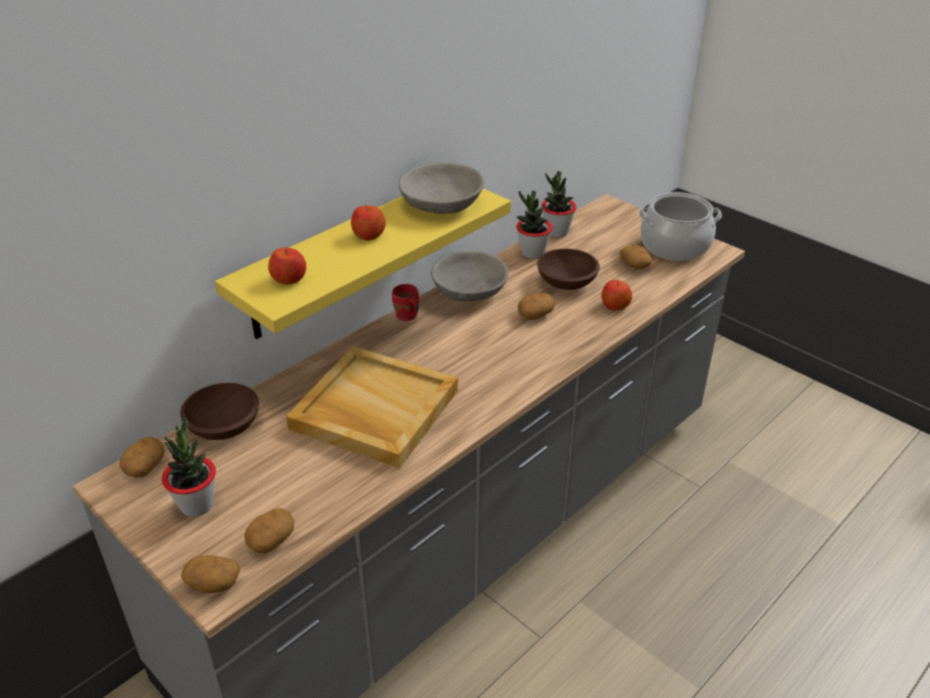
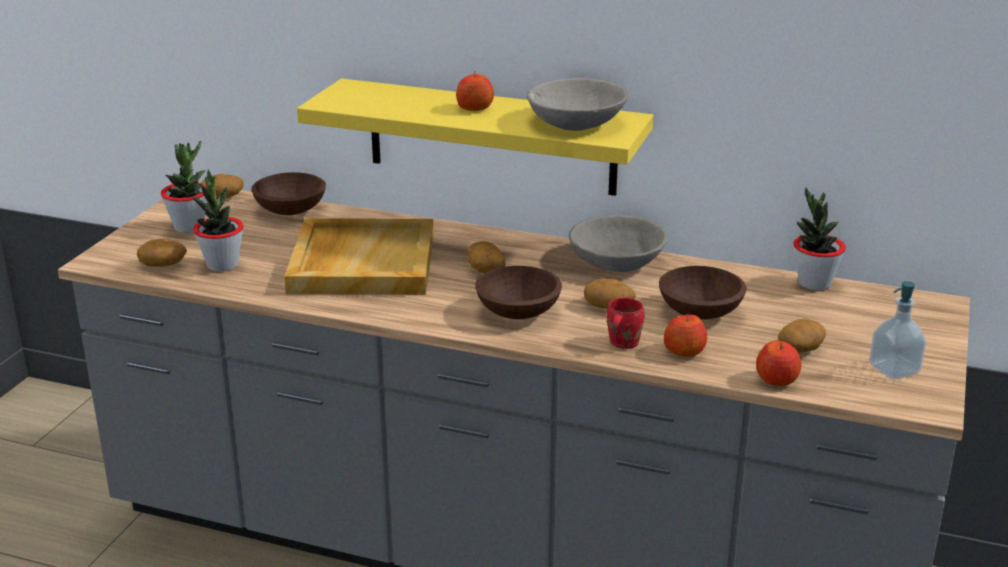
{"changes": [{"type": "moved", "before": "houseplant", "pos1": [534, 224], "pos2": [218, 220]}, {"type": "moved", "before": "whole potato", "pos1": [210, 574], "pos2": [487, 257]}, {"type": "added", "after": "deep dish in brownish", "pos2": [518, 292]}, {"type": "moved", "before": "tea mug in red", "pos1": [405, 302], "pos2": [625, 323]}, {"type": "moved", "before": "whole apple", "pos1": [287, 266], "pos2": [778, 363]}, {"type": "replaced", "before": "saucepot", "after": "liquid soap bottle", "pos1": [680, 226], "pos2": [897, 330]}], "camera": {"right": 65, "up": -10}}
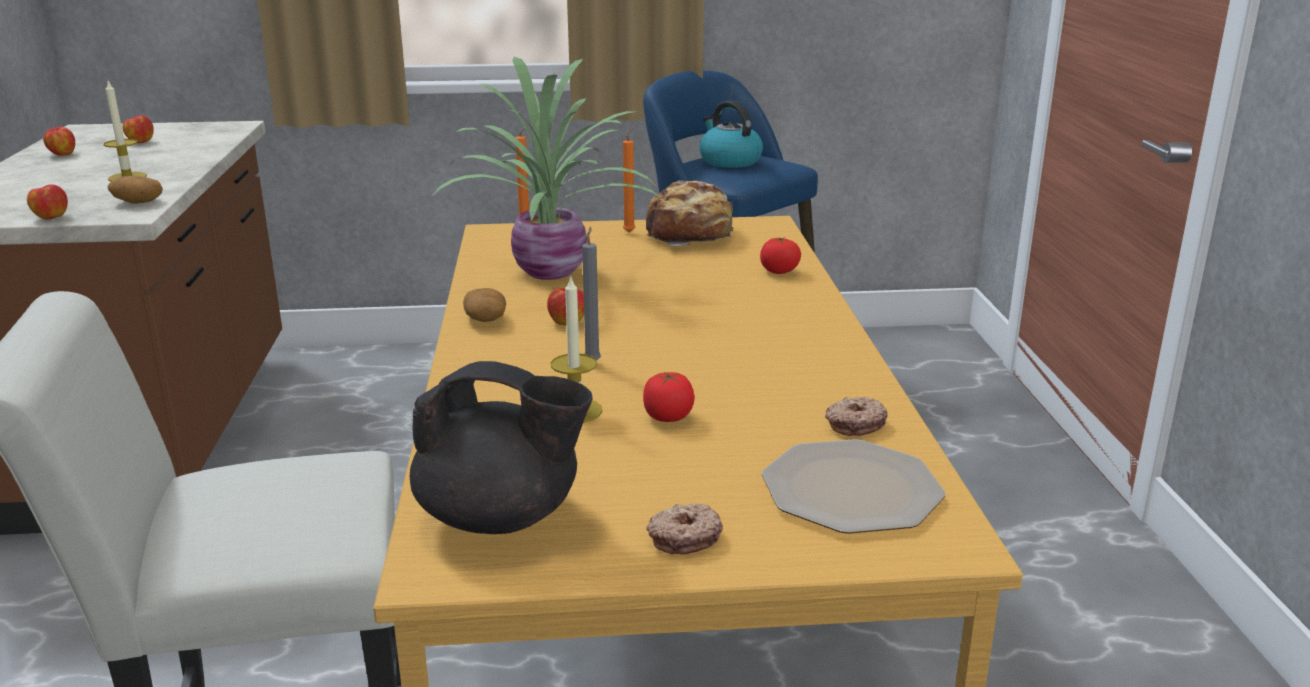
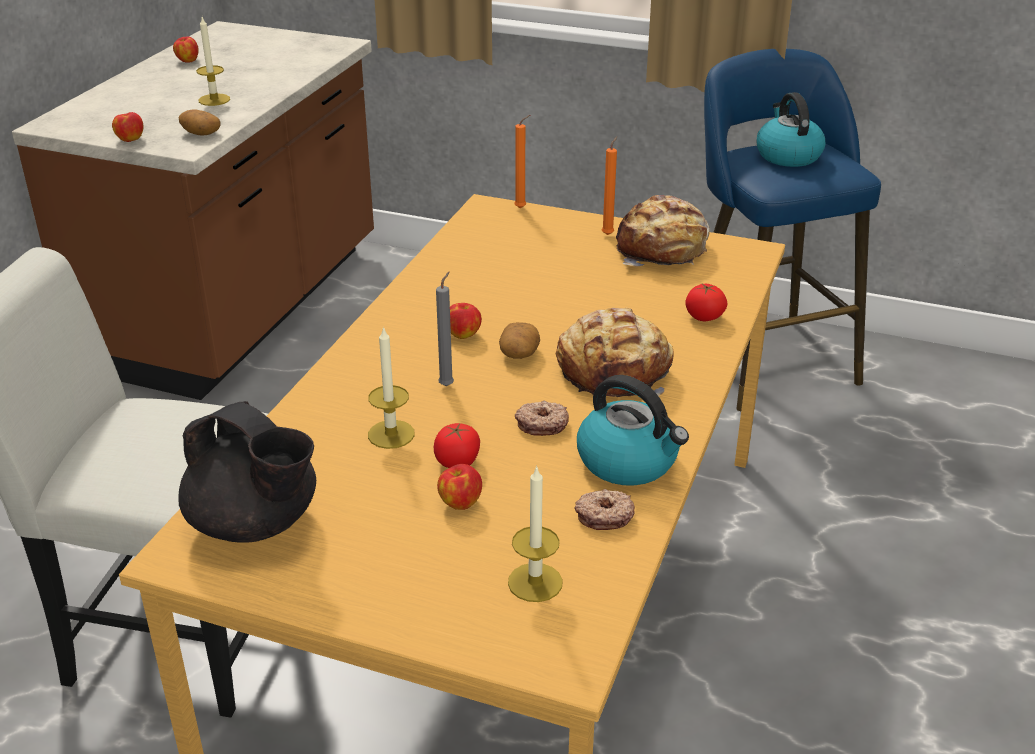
{"changes": [{"type": "moved", "before": "whole apple", "pos1": [138, 129], "pos2": [459, 487]}, {"type": "moved", "before": "whole potato", "pos1": [484, 305], "pos2": [519, 340]}, {"type": "replaced", "before": "plate", "after": "wax candle", "pos1": [853, 486], "pos2": [535, 533]}, {"type": "moved", "before": "doughnut", "pos1": [684, 529], "pos2": [542, 418]}, {"type": "added", "after": "bread", "pos2": [615, 352]}, {"type": "added", "after": "water kettle", "pos2": [633, 430]}, {"type": "removed", "before": "houseplant", "pos1": [546, 168]}], "camera": {"right": 25, "up": 10}}
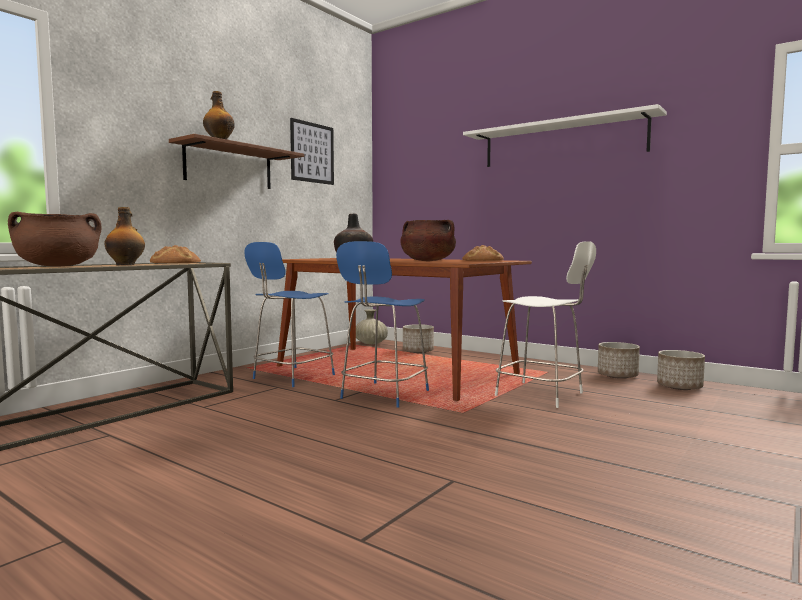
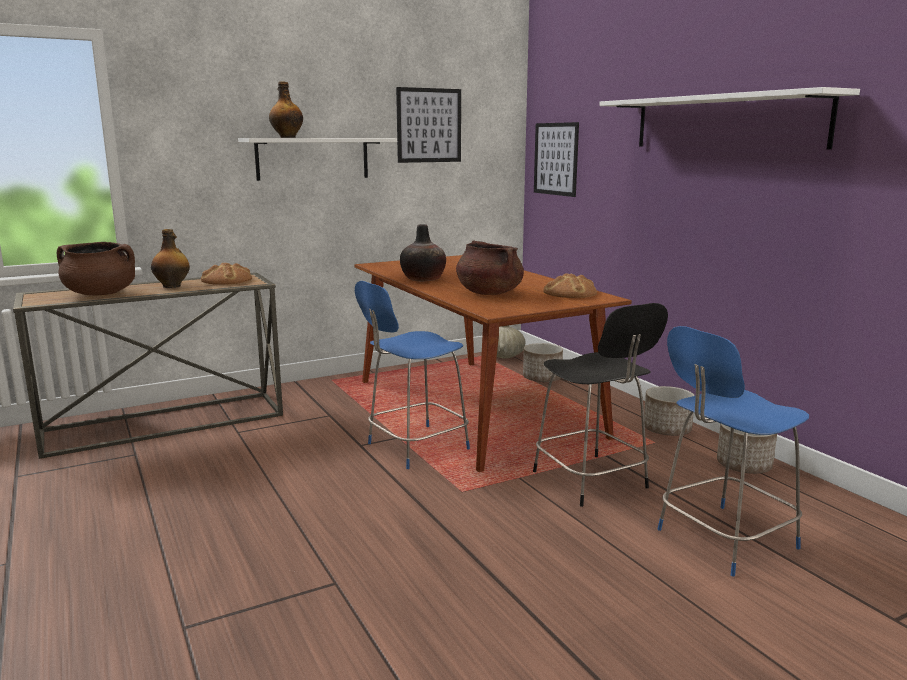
{"changes": [{"type": "recoloured", "before": "bracket shelf in brownish", "after": "bracket shelf in white-coloured", "pos1": [236, 161], "pos2": [317, 159]}, {"type": "recoloured", "before": "plain chair in white-coloured", "after": "plain chair in black", "pos1": [545, 324], "pos2": [600, 405]}, {"type": "added", "after": "wall picture", "pos2": [556, 159]}, {"type": "moved", "before": "planter", "pos1": [681, 370], "pos2": [669, 411]}, {"type": "moved", "before": "plain chair in bluish", "pos1": [289, 314], "pos2": [733, 451]}], "camera": {"right": 25, "up": 10}}
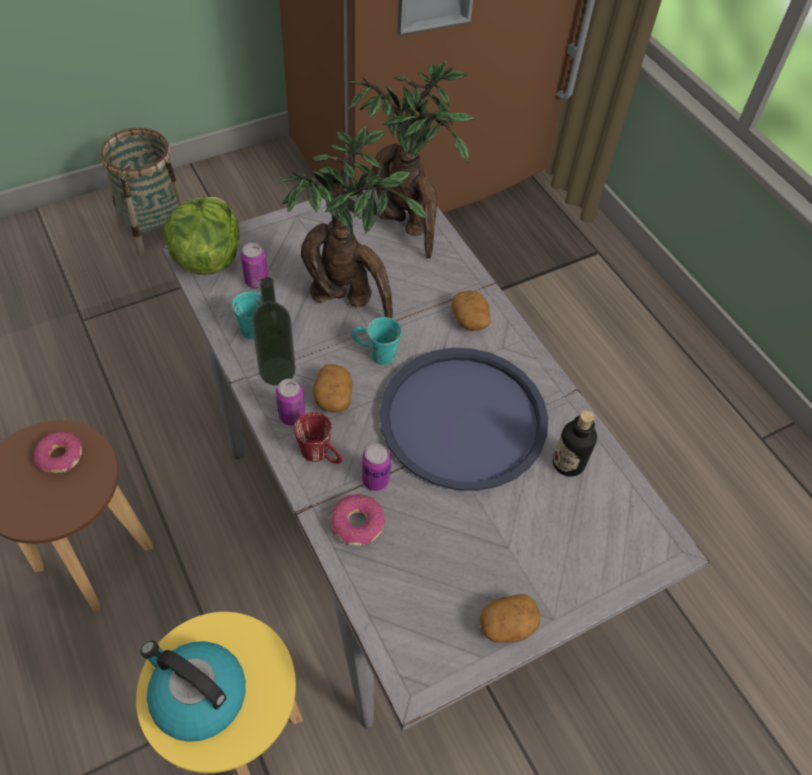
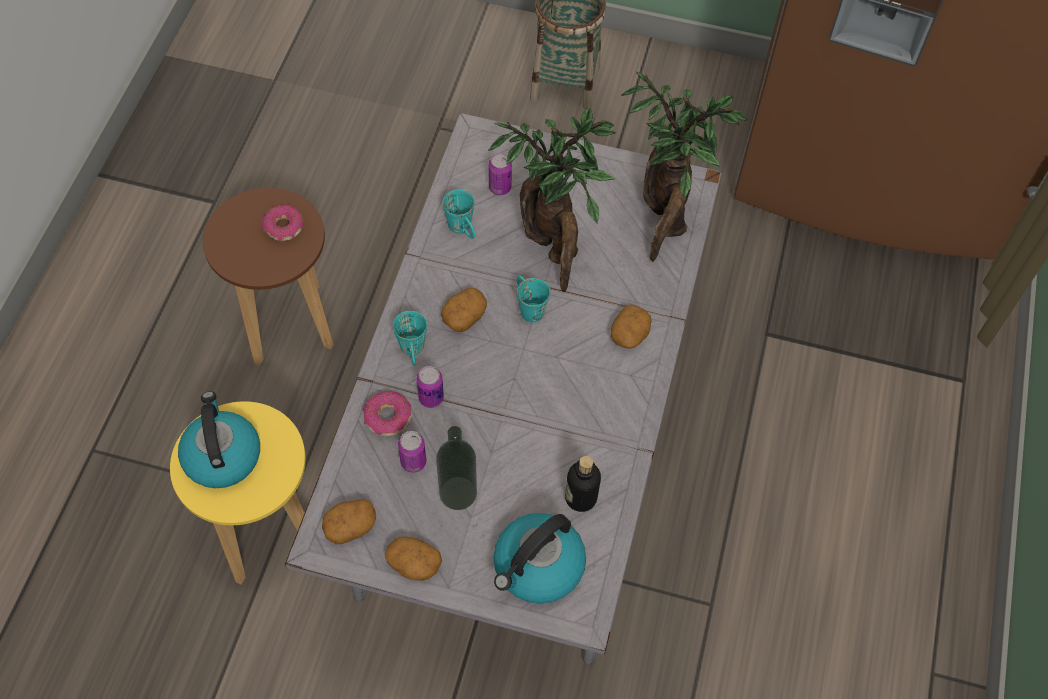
{"changes": [{"type": "added", "after": "whole potato", "pos2": [349, 521]}, {"type": "recoloured", "before": "tea mug in red", "after": "tea mug in turquoise-coloured", "pos1": [318, 438], "pos2": [410, 338]}, {"type": "moved", "before": "can", "pos1": [290, 402], "pos2": [412, 452]}, {"type": "moved", "before": "drink bottle", "pos1": [273, 331], "pos2": [456, 468]}, {"type": "added", "after": "water kettle", "pos2": [539, 558]}, {"type": "removed", "before": "lettuce head", "pos1": [201, 236]}, {"type": "removed", "before": "carrying tray in bluish", "pos1": [463, 419]}], "camera": {"right": 45, "up": 5}}
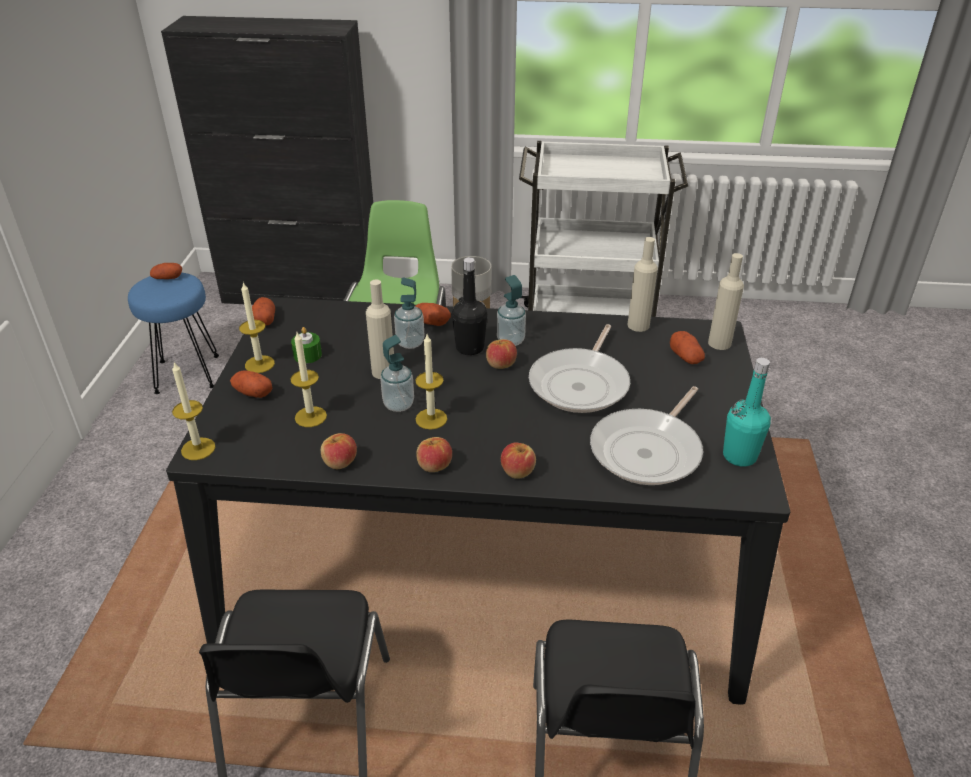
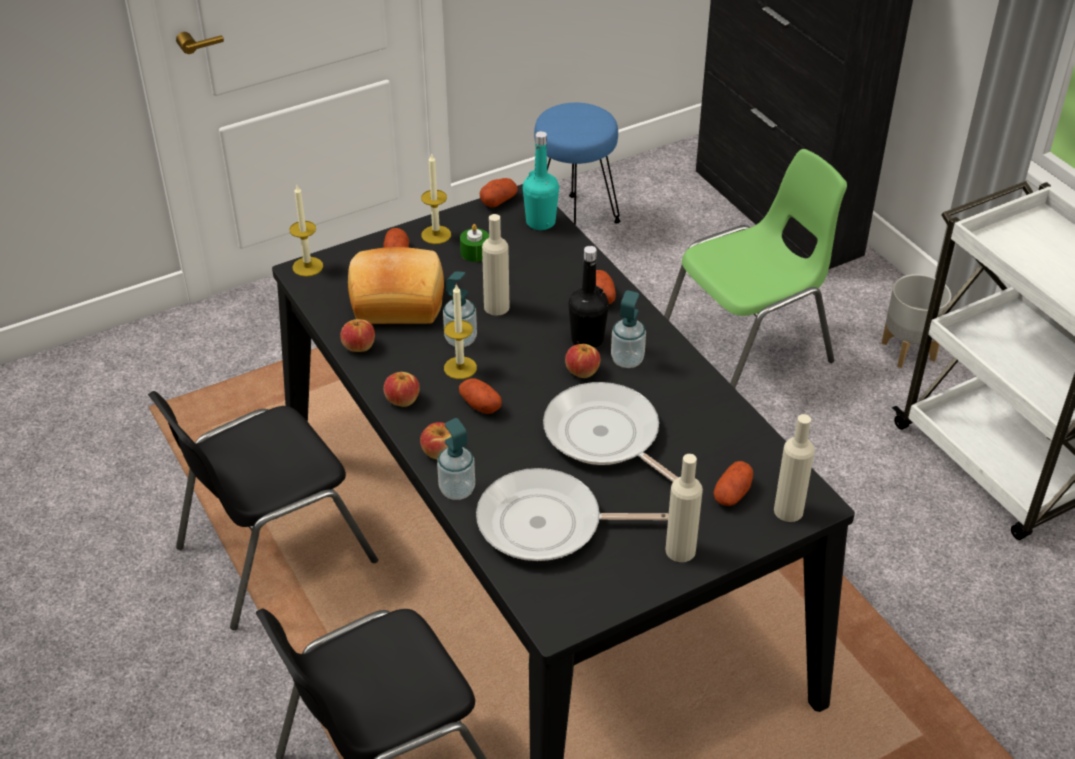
{"changes": [{"type": "replaced", "before": "wax candle", "after": "bread", "pos1": [308, 379], "pos2": [396, 285]}, {"type": "moved", "before": "liquid soap bottle", "pos1": [409, 313], "pos2": [456, 459]}, {"type": "moved", "before": "whole potato", "pos1": [166, 271], "pos2": [480, 396]}, {"type": "moved", "before": "drink bottle in turquoise-coloured", "pos1": [747, 412], "pos2": [541, 180]}, {"type": "turned", "before": "frying pan", "pos1": [579, 368], "pos2": [610, 432], "turn": 60}, {"type": "moved", "before": "drink bottle in beige", "pos1": [642, 284], "pos2": [684, 508]}], "camera": {"right": 55, "up": 5}}
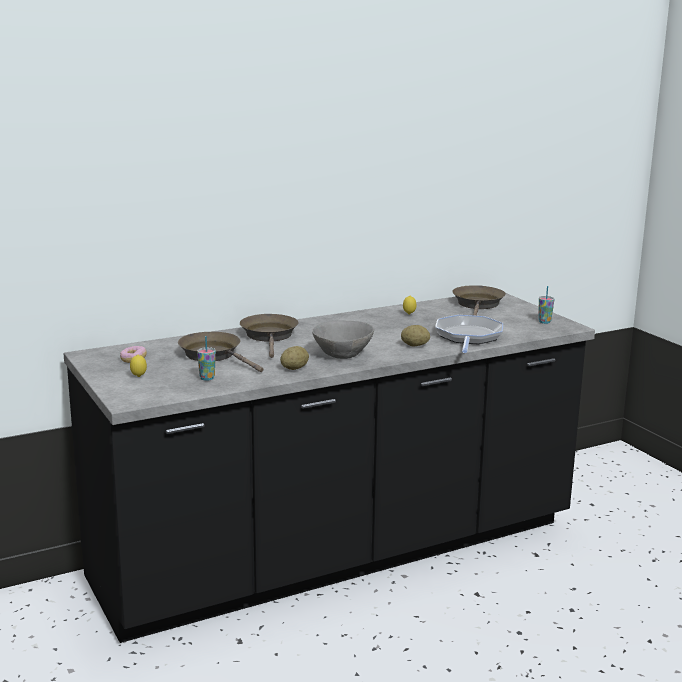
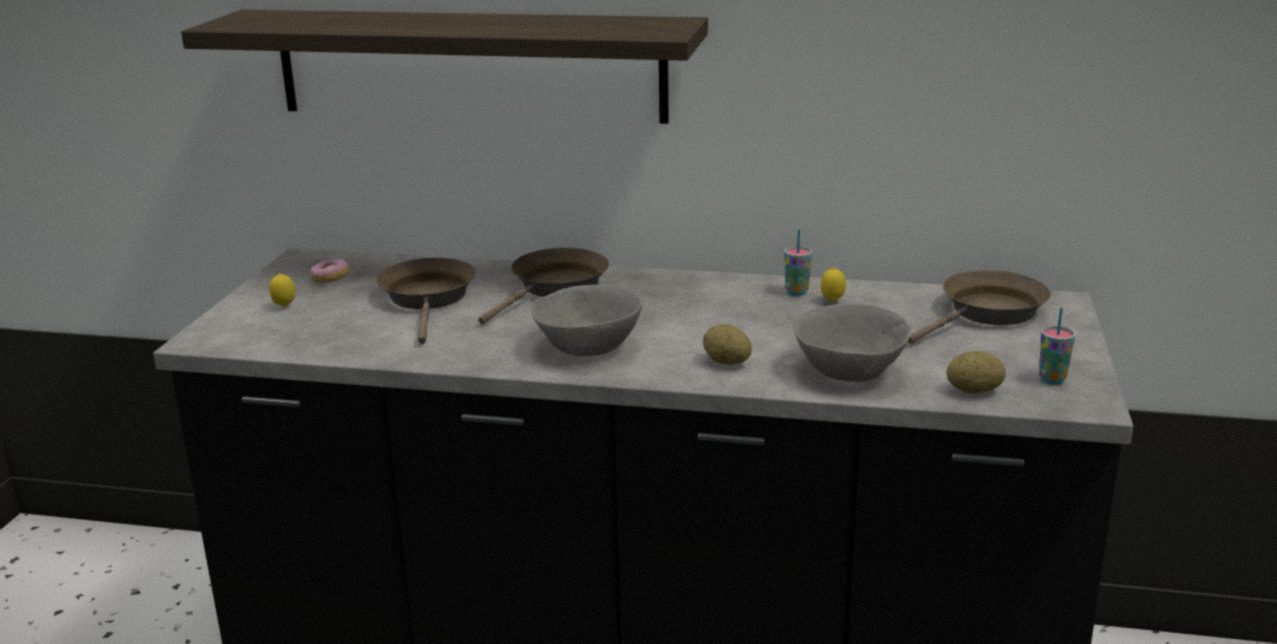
{"changes": [{"type": "added", "after": "bracket shelf", "pos2": [444, 67]}, {"type": "moved", "before": "small cup", "pos1": [206, 358], "pos2": [798, 262]}, {"type": "replaced", "before": "frying pan", "after": "deep dish in greyish", "pos1": [469, 334], "pos2": [852, 342]}, {"type": "moved", "before": "whole potato", "pos1": [294, 358], "pos2": [976, 372]}], "camera": {"right": 40, "up": 5}}
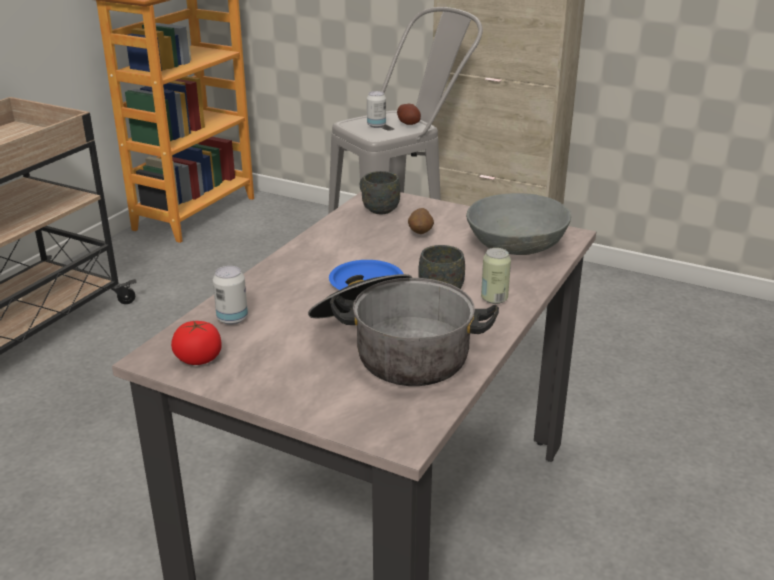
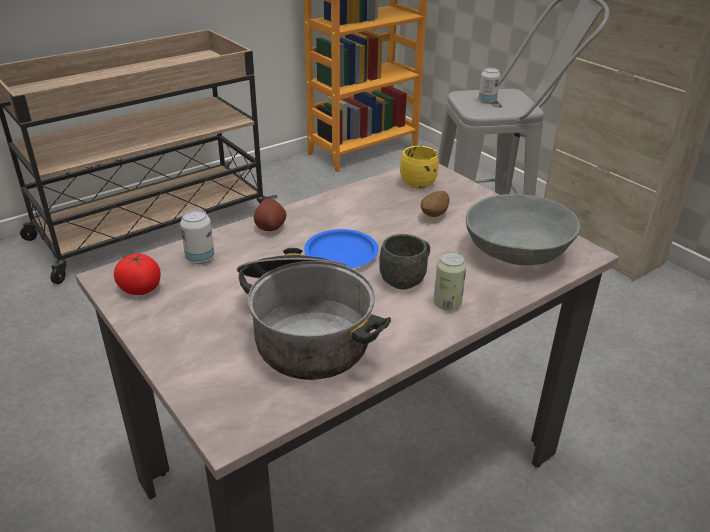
{"changes": [{"type": "moved", "before": "whole potato", "pos1": [409, 114], "pos2": [270, 214]}, {"type": "recoloured", "before": "tea mug in greyish", "after": "tea mug in yellowish", "pos1": [380, 192], "pos2": [419, 167]}], "camera": {"right": 25, "up": 5}}
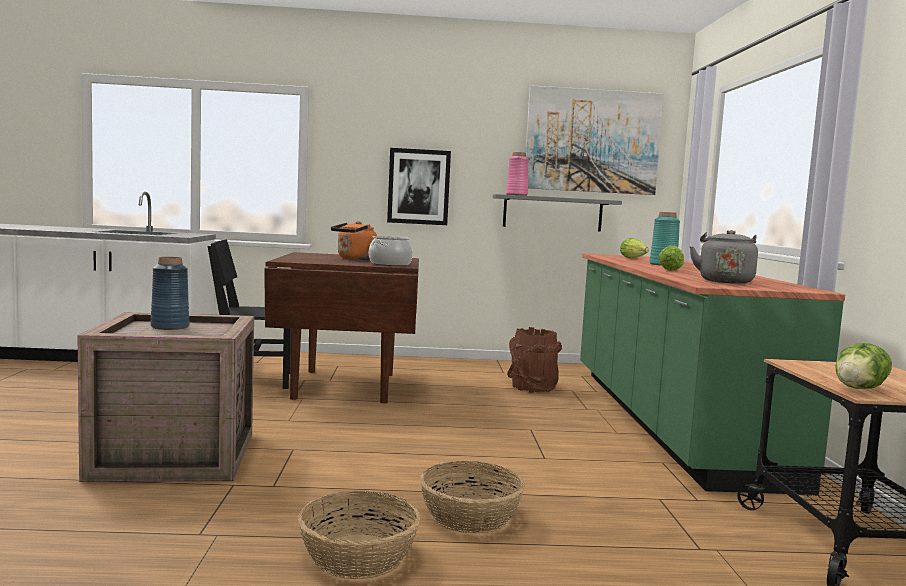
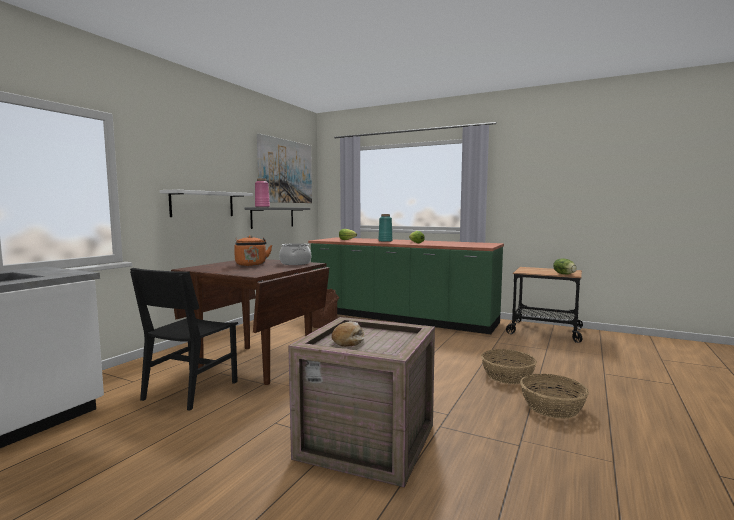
{"changes": [{"type": "replaced", "before": "wall picture", "after": "bracket shelf in white-coloured", "pos1": [419, 186], "pos2": [206, 203]}, {"type": "replaced", "before": "decorative vase in bluish", "after": "bread", "pos1": [170, 293], "pos2": [348, 334]}, {"type": "removed", "before": "water kettle in greyish", "pos1": [723, 257]}], "camera": {"right": -60, "up": 0}}
